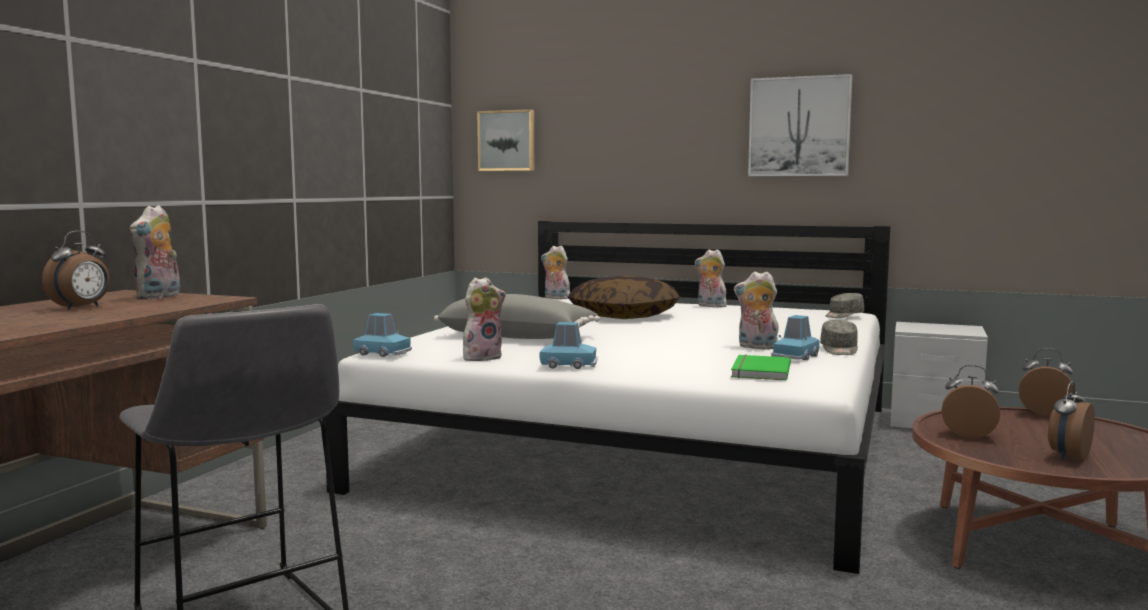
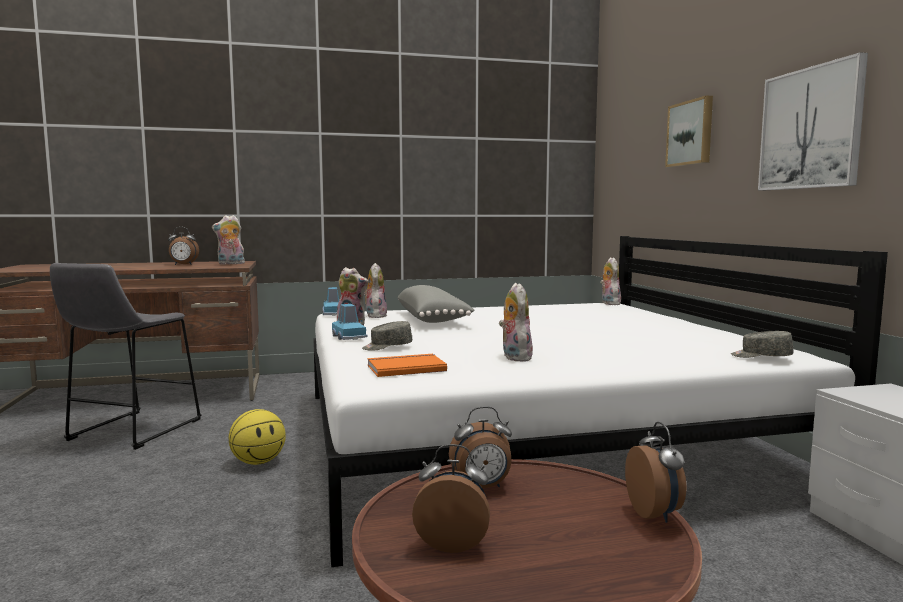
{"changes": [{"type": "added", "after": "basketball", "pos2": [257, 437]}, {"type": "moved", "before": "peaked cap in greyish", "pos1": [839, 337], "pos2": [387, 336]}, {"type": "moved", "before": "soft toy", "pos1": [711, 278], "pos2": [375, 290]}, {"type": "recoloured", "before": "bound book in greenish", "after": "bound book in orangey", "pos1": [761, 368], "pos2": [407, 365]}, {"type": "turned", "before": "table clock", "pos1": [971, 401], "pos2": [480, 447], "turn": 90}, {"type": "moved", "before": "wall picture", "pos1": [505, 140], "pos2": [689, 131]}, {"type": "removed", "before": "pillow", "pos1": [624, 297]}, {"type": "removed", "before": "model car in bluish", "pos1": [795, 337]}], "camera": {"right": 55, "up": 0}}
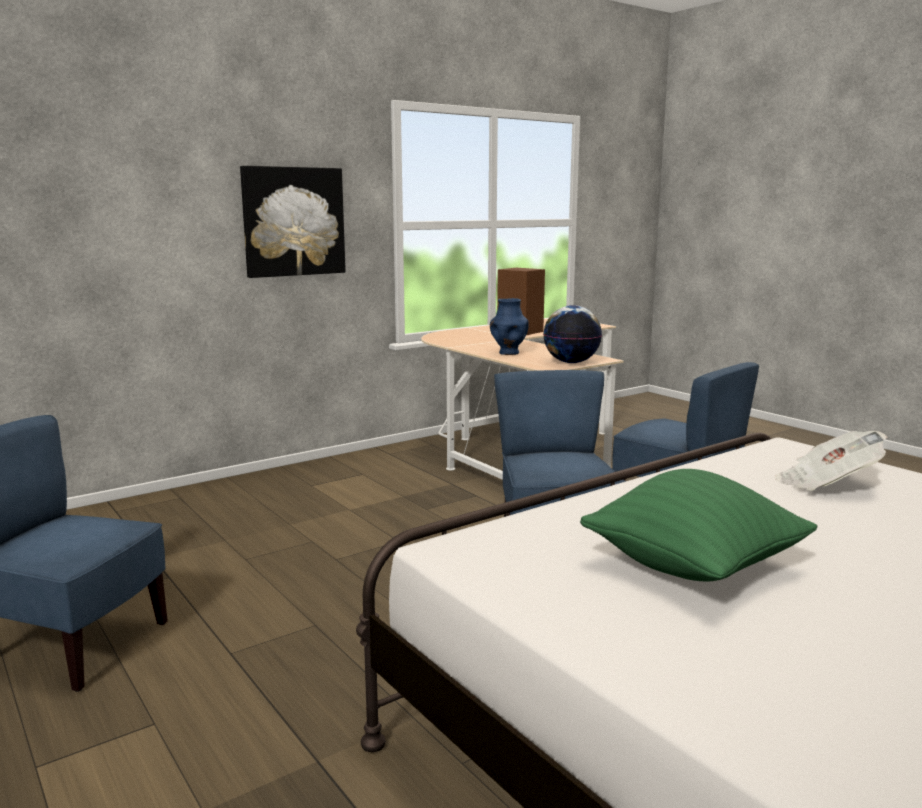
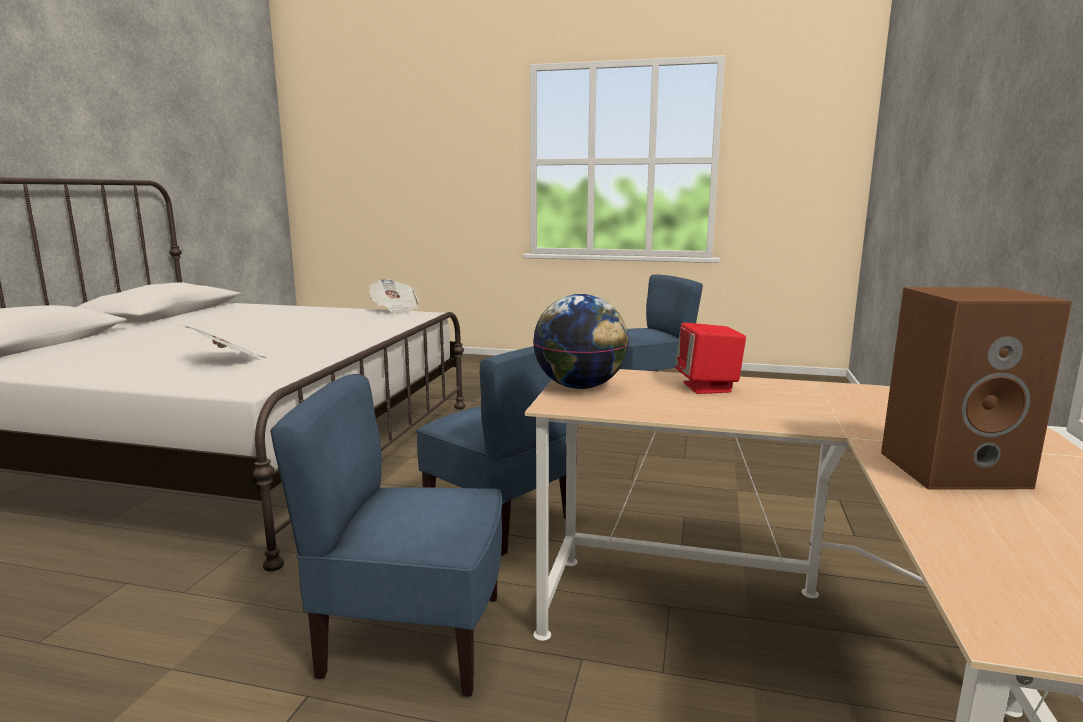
{"changes": [{"type": "added", "after": "daily paper", "pos2": [395, 297]}, {"type": "replaced", "before": "decorative vase in bluish", "after": "speaker in red", "pos1": [509, 326], "pos2": [710, 358]}, {"type": "removed", "before": "wall picture", "pos1": [293, 222]}, {"type": "removed", "before": "pillow in greenish", "pos1": [699, 525]}], "camera": {"right": 140, "up": 0}}
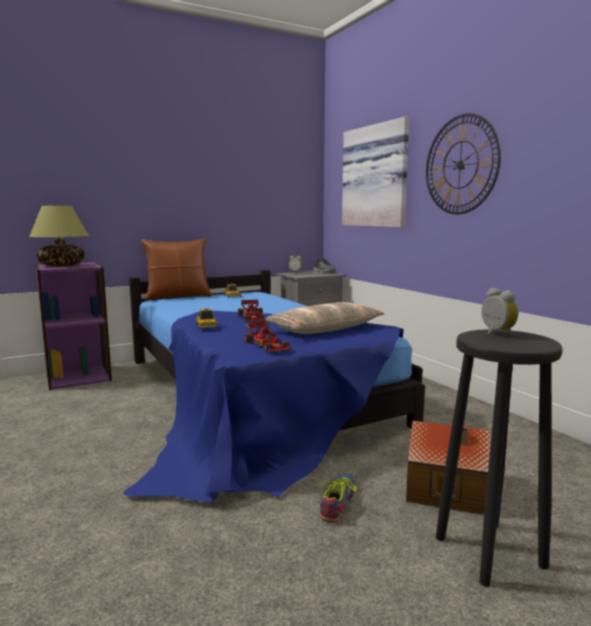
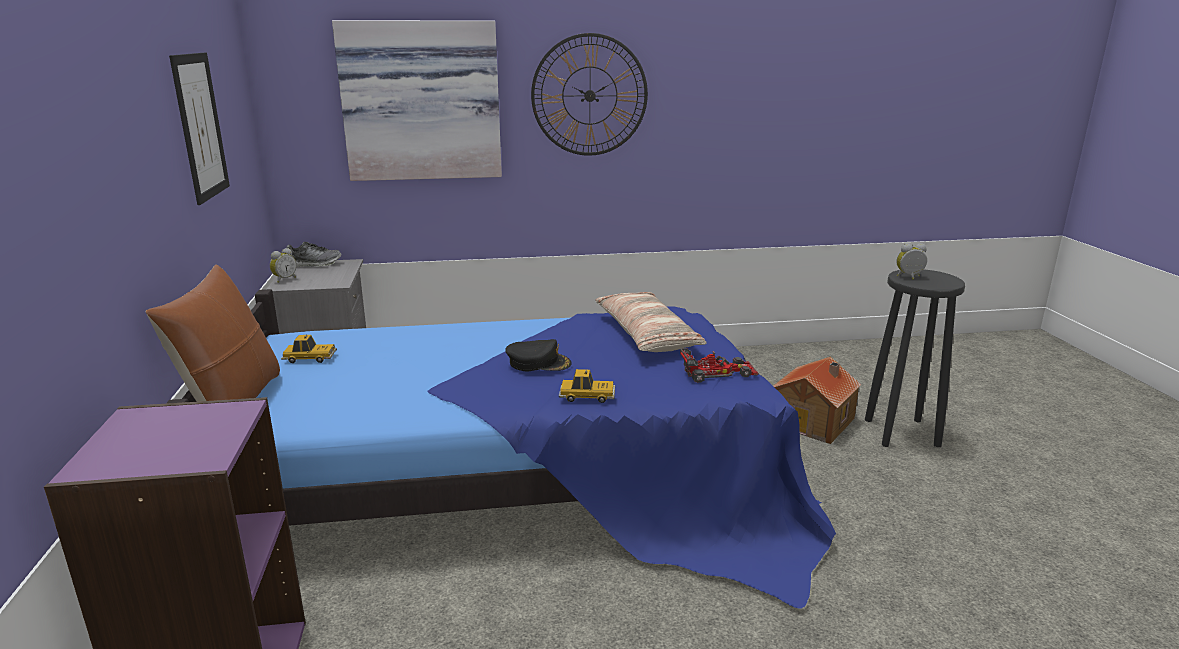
{"changes": [{"type": "added", "after": "wall picture", "pos2": [199, 129]}, {"type": "replaced", "before": "model car", "after": "peaked cap in black", "pos1": [251, 311], "pos2": [538, 355]}, {"type": "removed", "before": "table lamp", "pos1": [59, 236]}, {"type": "removed", "before": "low shoe", "pos1": [338, 498]}], "camera": {"right": -70, "up": 10}}
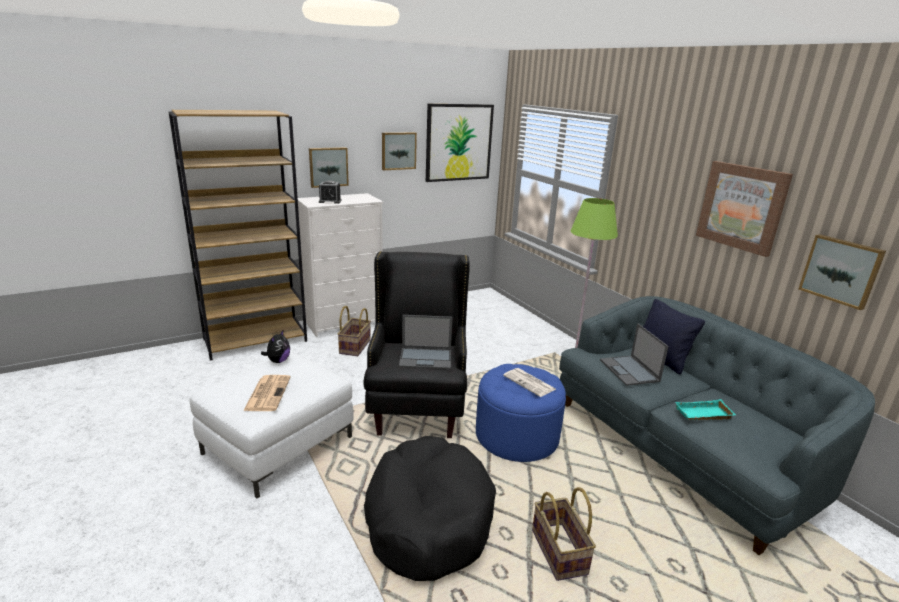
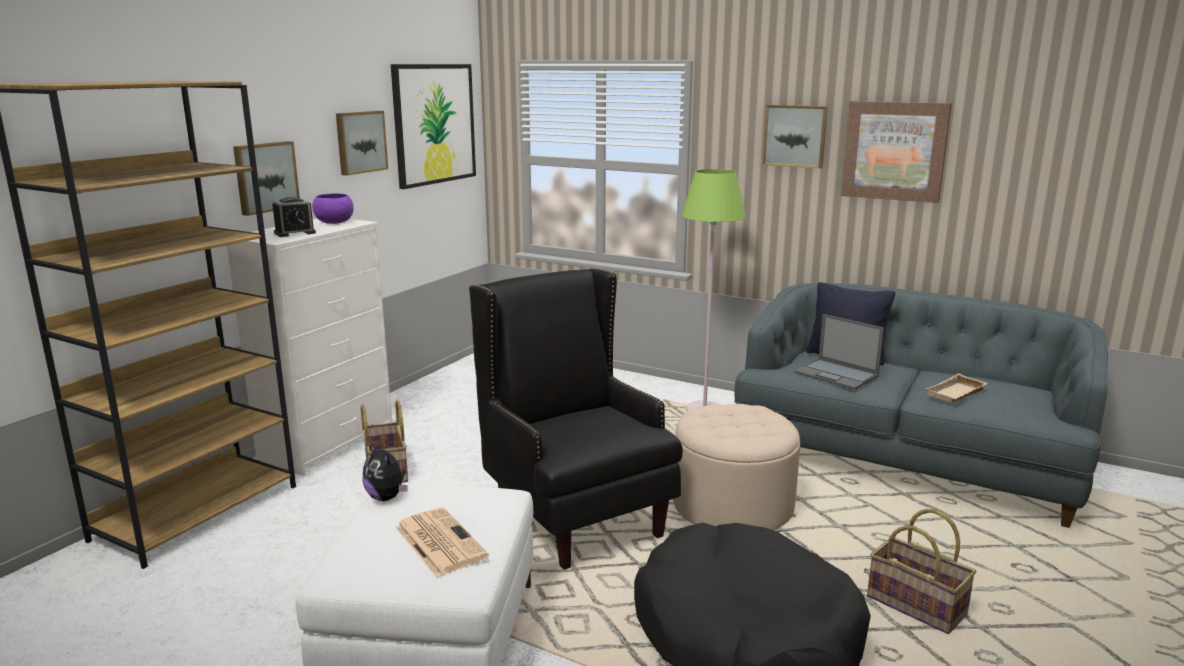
{"changes": [{"type": "added", "after": "deep dish in purplish", "pos2": [332, 208]}, {"type": "turned", "before": "soft toy", "pos1": [275, 347], "pos2": [384, 472], "turn": 150}, {"type": "recoloured", "before": "ottoman in bluish", "after": "ottoman in beige", "pos1": [521, 413], "pos2": [736, 467]}, {"type": "moved", "before": "wall picture", "pos1": [842, 272], "pos2": [795, 137]}, {"type": "recoloured", "before": "carrying tray in turquoise-coloured", "after": "carrying tray in beige", "pos1": [705, 409], "pos2": [956, 388]}, {"type": "removed", "before": "portable computer", "pos1": [425, 342]}, {"type": "removed", "before": "daily paper", "pos1": [529, 382]}], "camera": {"right": -30, "up": -5}}
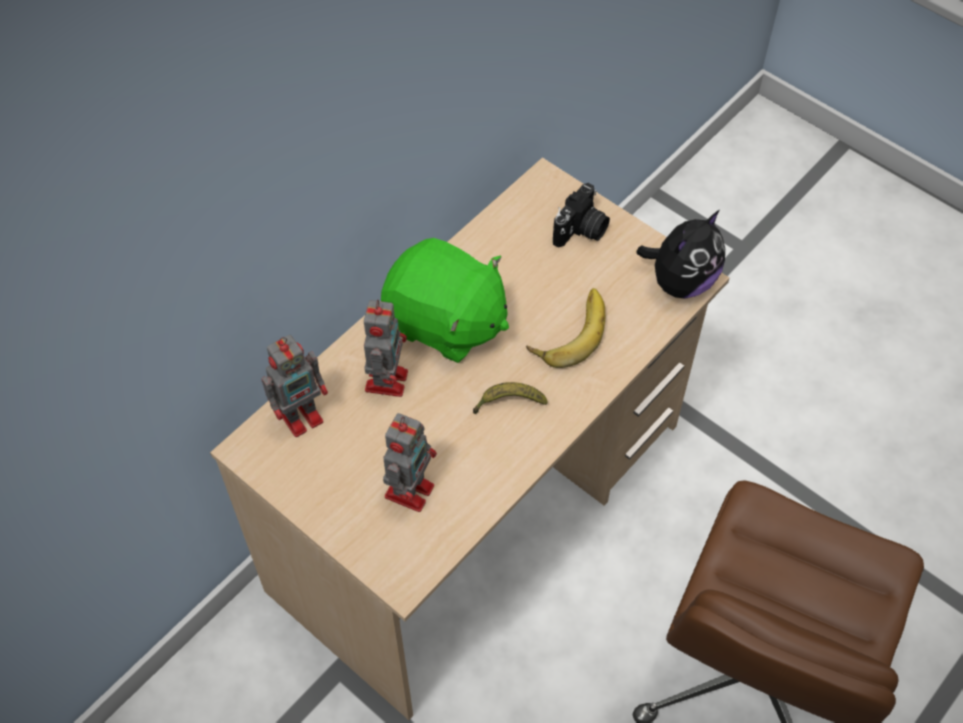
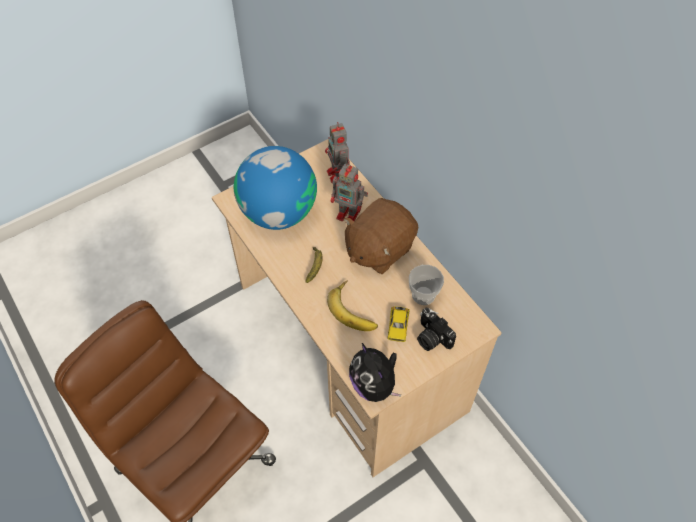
{"changes": [{"type": "replaced", "before": "robot figure", "after": "globe", "pos1": [410, 462], "pos2": [275, 188]}, {"type": "recoloured", "before": "soft toy in greenish", "after": "soft toy in brownish", "pos1": [445, 300], "pos2": [381, 236]}, {"type": "added", "after": "model car", "pos2": [398, 324]}, {"type": "added", "after": "small cup", "pos2": [426, 285]}], "camera": {"right": 105, "up": 0}}
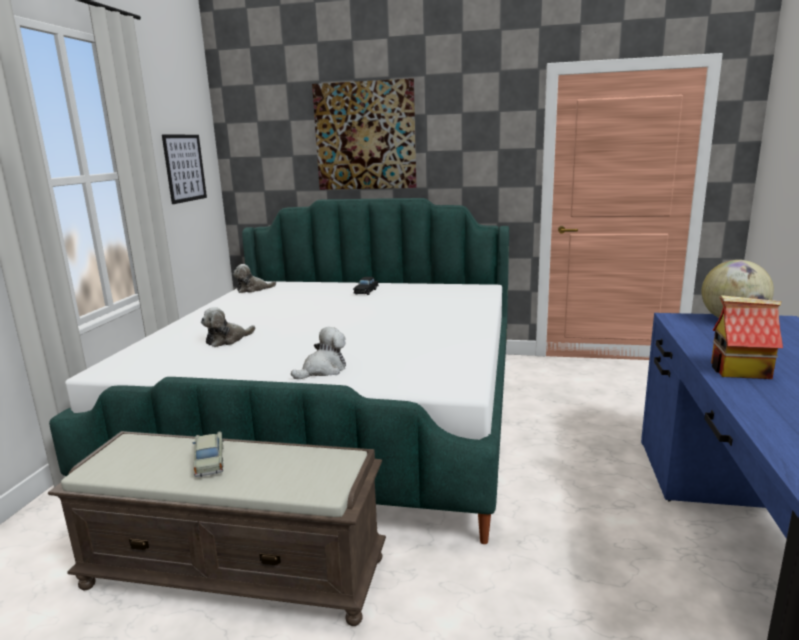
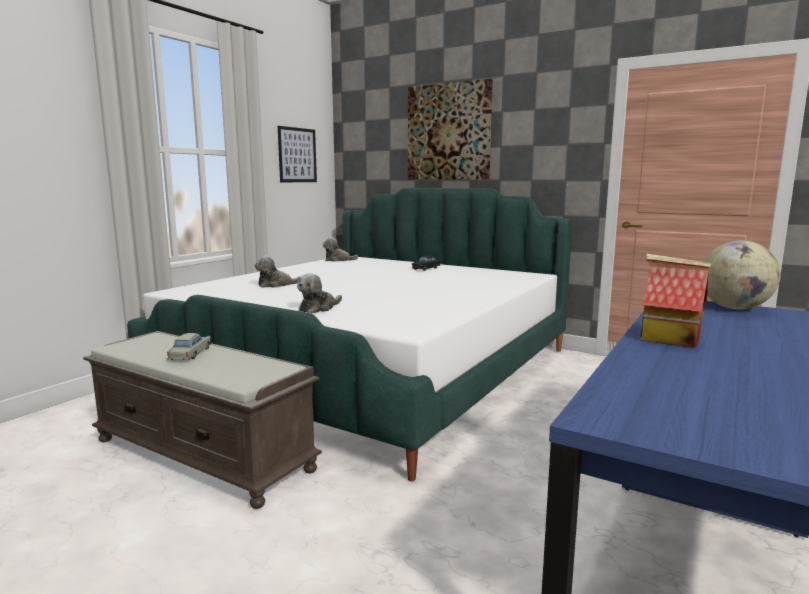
{"changes": [{"type": "turned", "before": "soft toy", "pos1": [318, 353], "pos2": [319, 293], "turn": 150}], "camera": {"right": 20, "up": -5}}
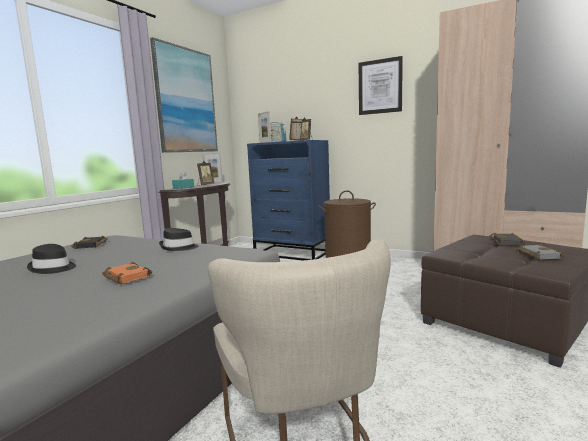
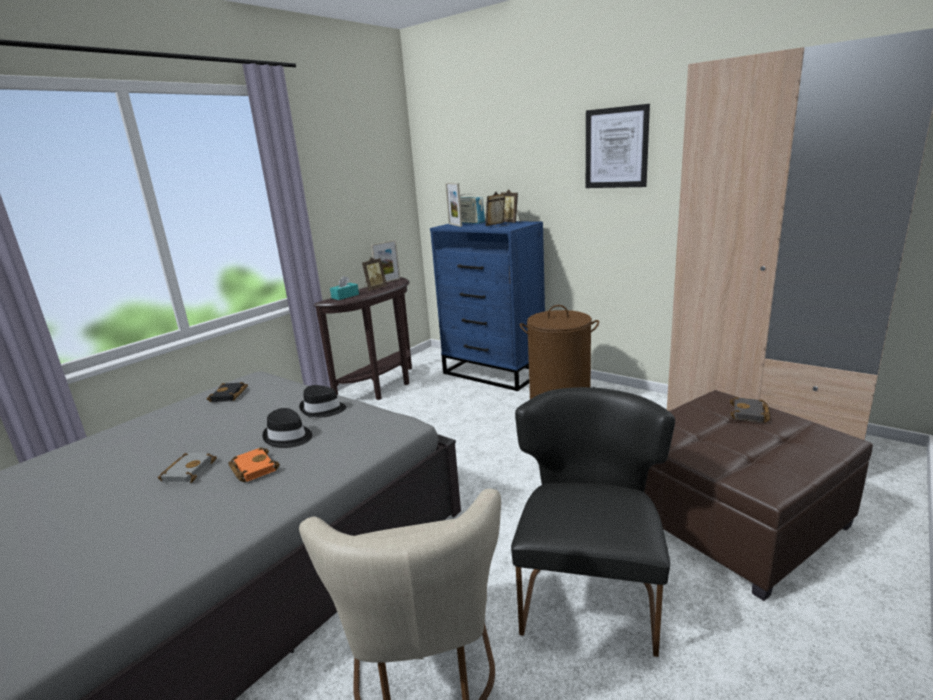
{"changes": [{"type": "moved", "before": "bound book in greyish", "pos1": [540, 252], "pos2": [187, 468]}, {"type": "moved", "before": "clothing hat in black", "pos1": [51, 259], "pos2": [287, 428]}, {"type": "added", "after": "plain chair in black", "pos2": [593, 522]}, {"type": "removed", "before": "wall picture", "pos1": [184, 95]}], "camera": {"right": 10, "up": 10}}
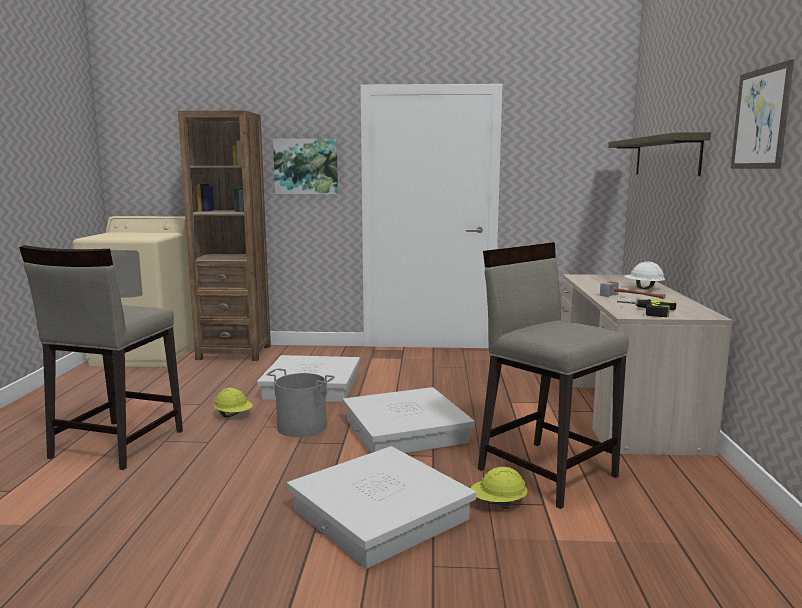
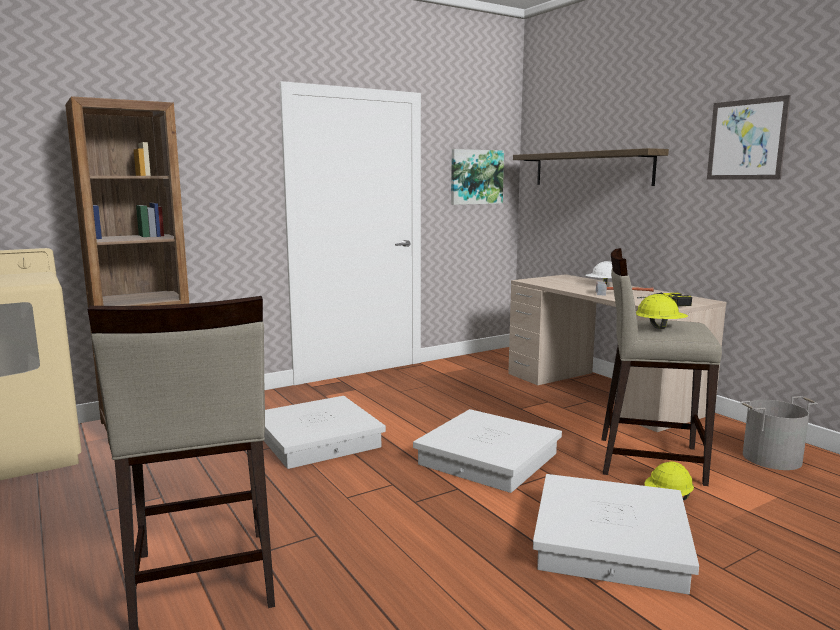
{"changes": [{"type": "moved", "before": "wall picture", "pos1": [305, 166], "pos2": [477, 177]}, {"type": "moved", "before": "safety helmet in yellowish", "pos1": [233, 402], "pos2": [662, 311]}, {"type": "moved", "before": "pail in greyish", "pos1": [300, 402], "pos2": [779, 433]}], "camera": {"right": -35, "up": 0}}
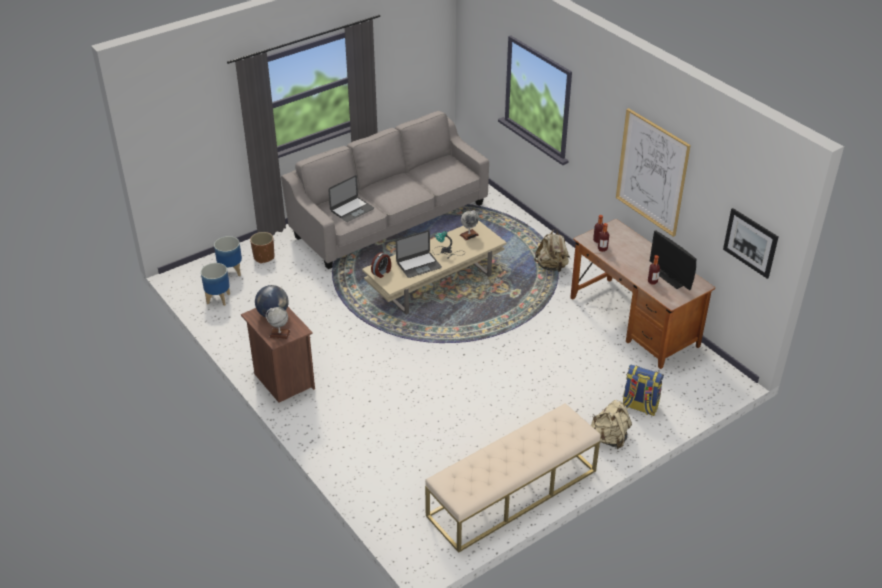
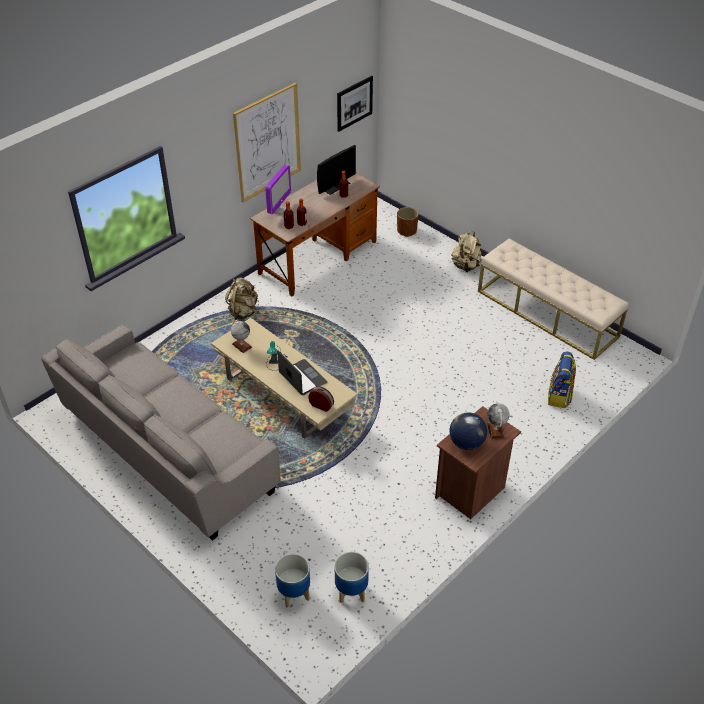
{"changes": [{"type": "added", "after": "monitor", "pos2": [278, 190]}, {"type": "moved", "before": "planter in brownish", "pos1": [262, 248], "pos2": [408, 222]}, {"type": "moved", "before": "backpack", "pos1": [643, 390], "pos2": [562, 380]}, {"type": "removed", "before": "portable computer", "pos1": [351, 198]}], "camera": {"right": -100, "up": 5}}
